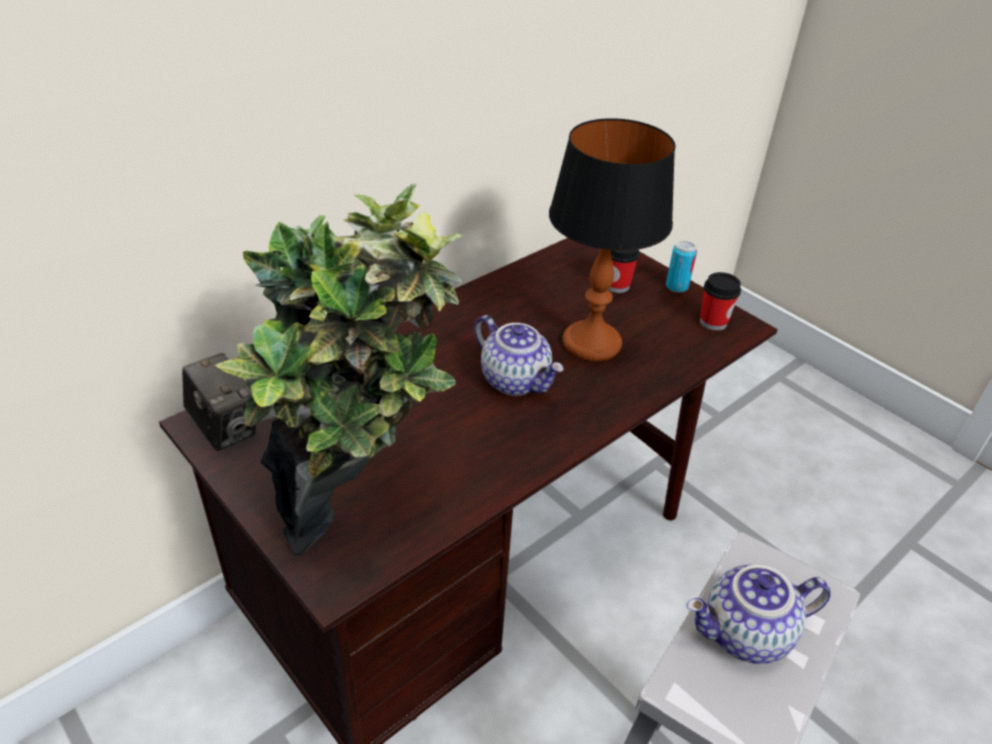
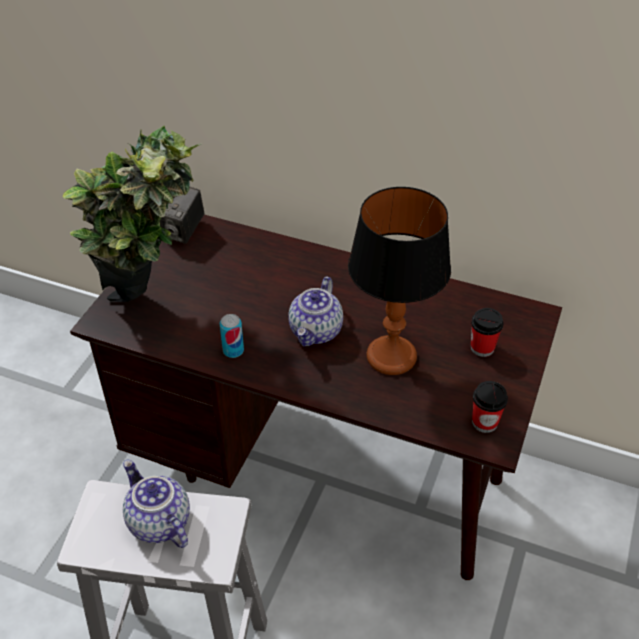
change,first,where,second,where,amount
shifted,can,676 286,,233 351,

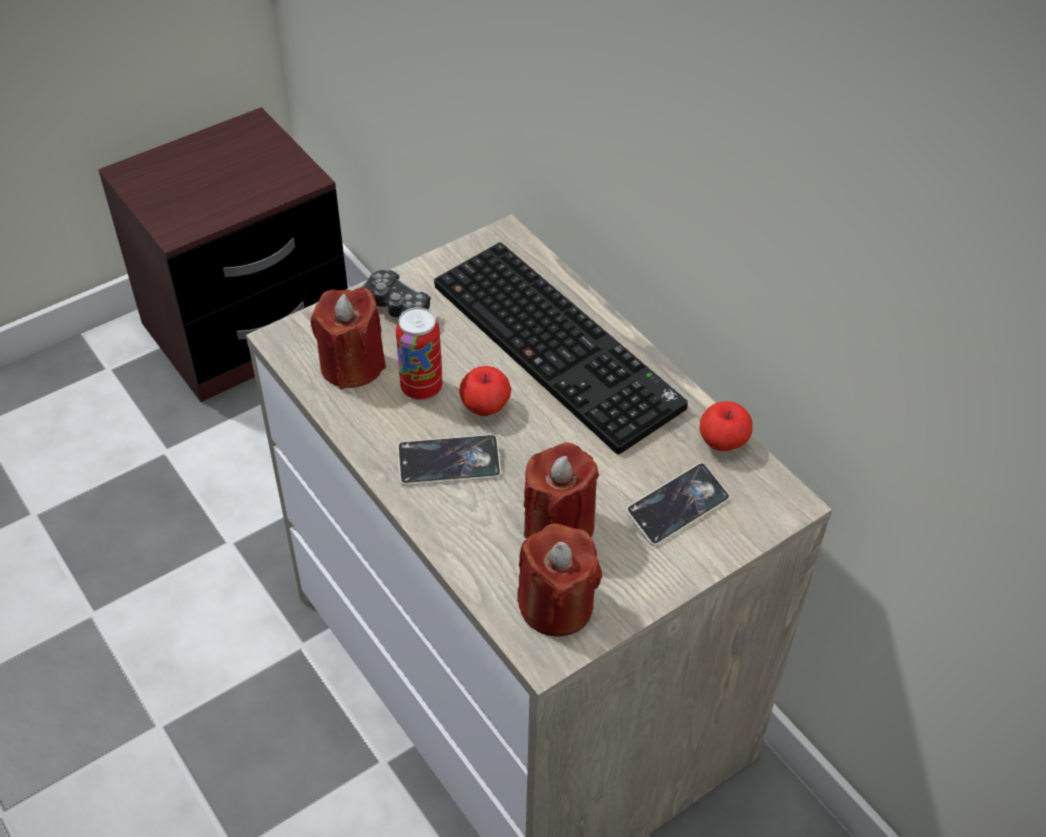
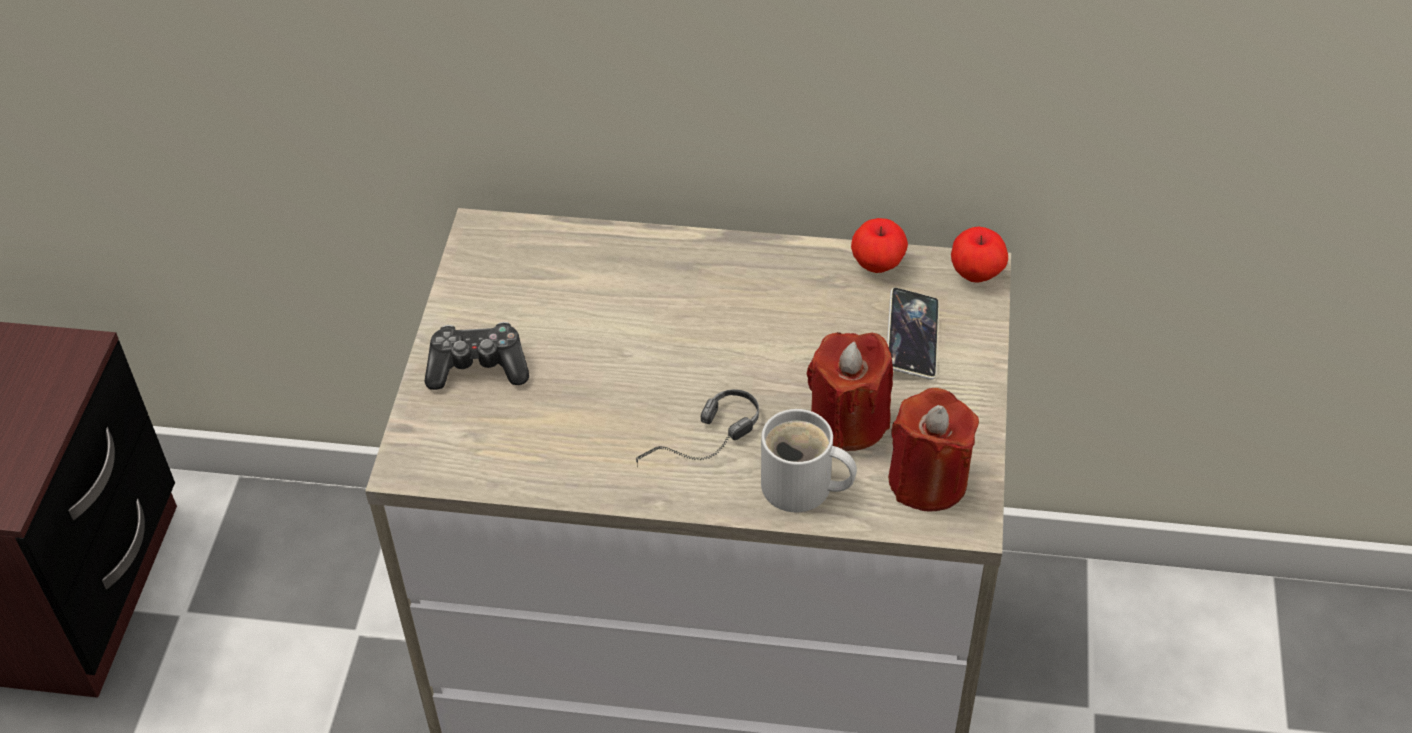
change,first,where,second,where,amount
swapped,phone,449 464,headset,702 448,
new,,,whitish tea mug,802 489,
shifted,apple fruit,485 408,,976 273,
gone,red wax candle,352 365,,,
gone,can,421 388,,,
gone,computer keyboard,561 346,,,

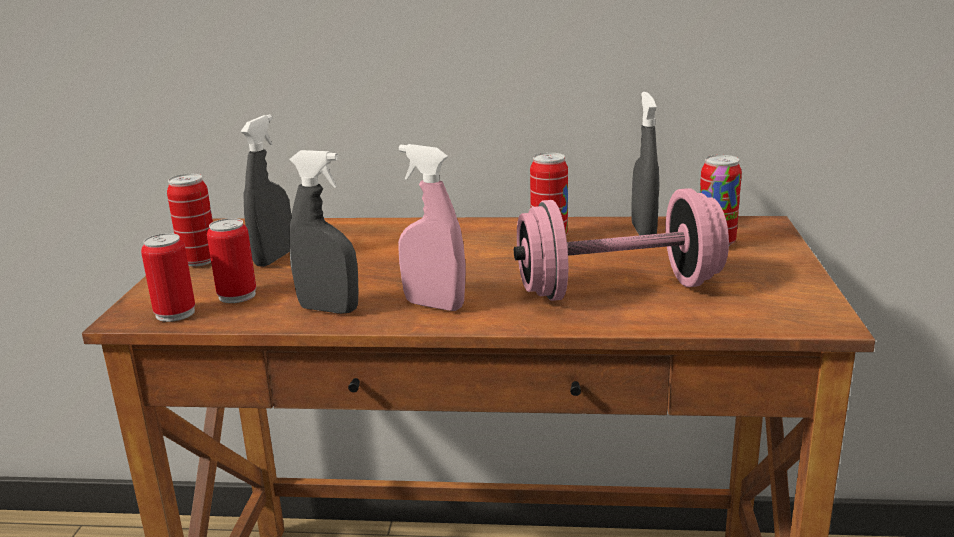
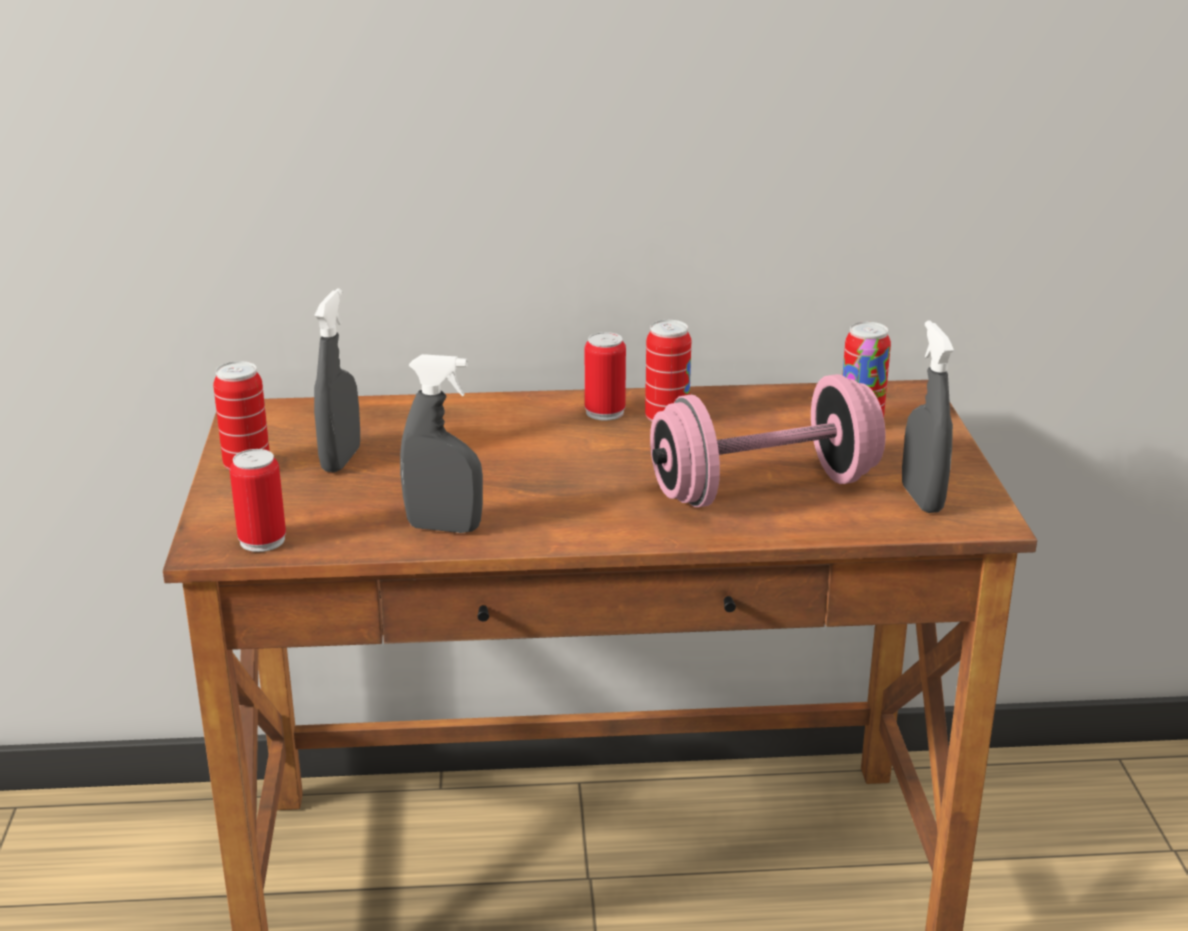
change,first,where,second,where,amount
shifted,can,237 295,,605 412,
shifted,gray spray bottle,643 231,,921 498,
gone,pink-coloured spray bottle,434 305,,,

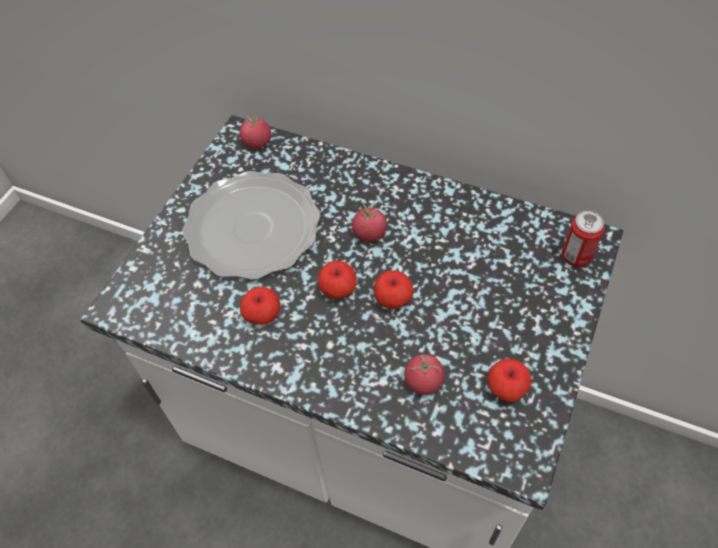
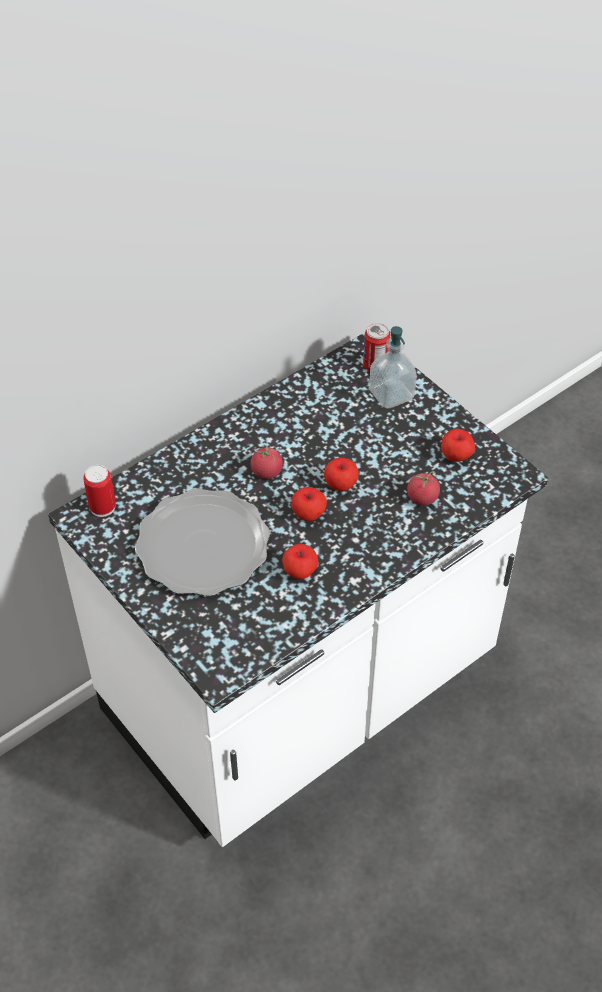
change,first,where,second,where,amount
swapped,fresh tomato,257 142,can,102 507,
new,,,soap dispenser,391 395,

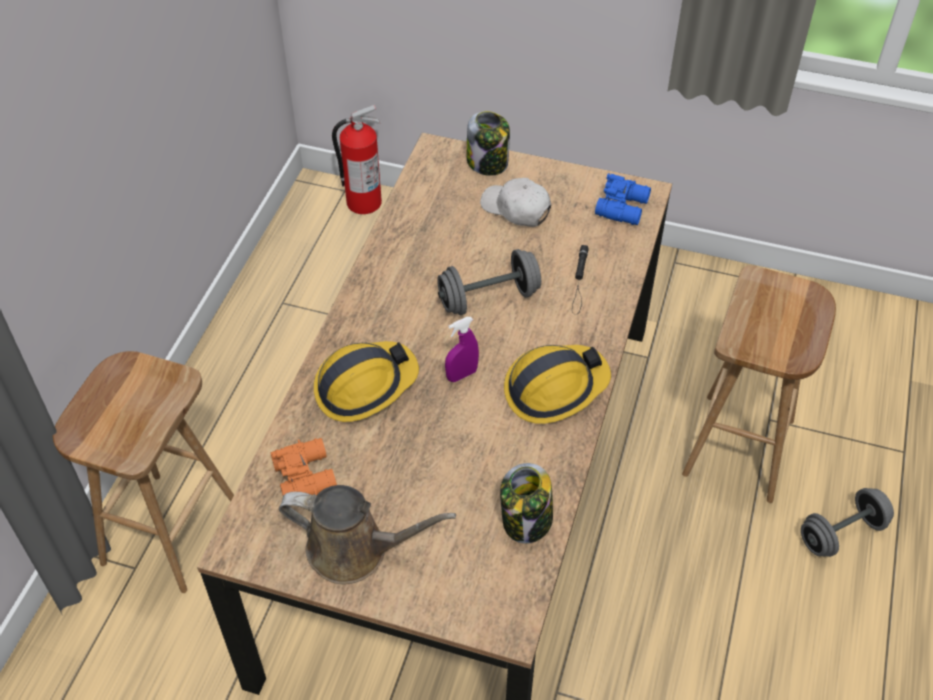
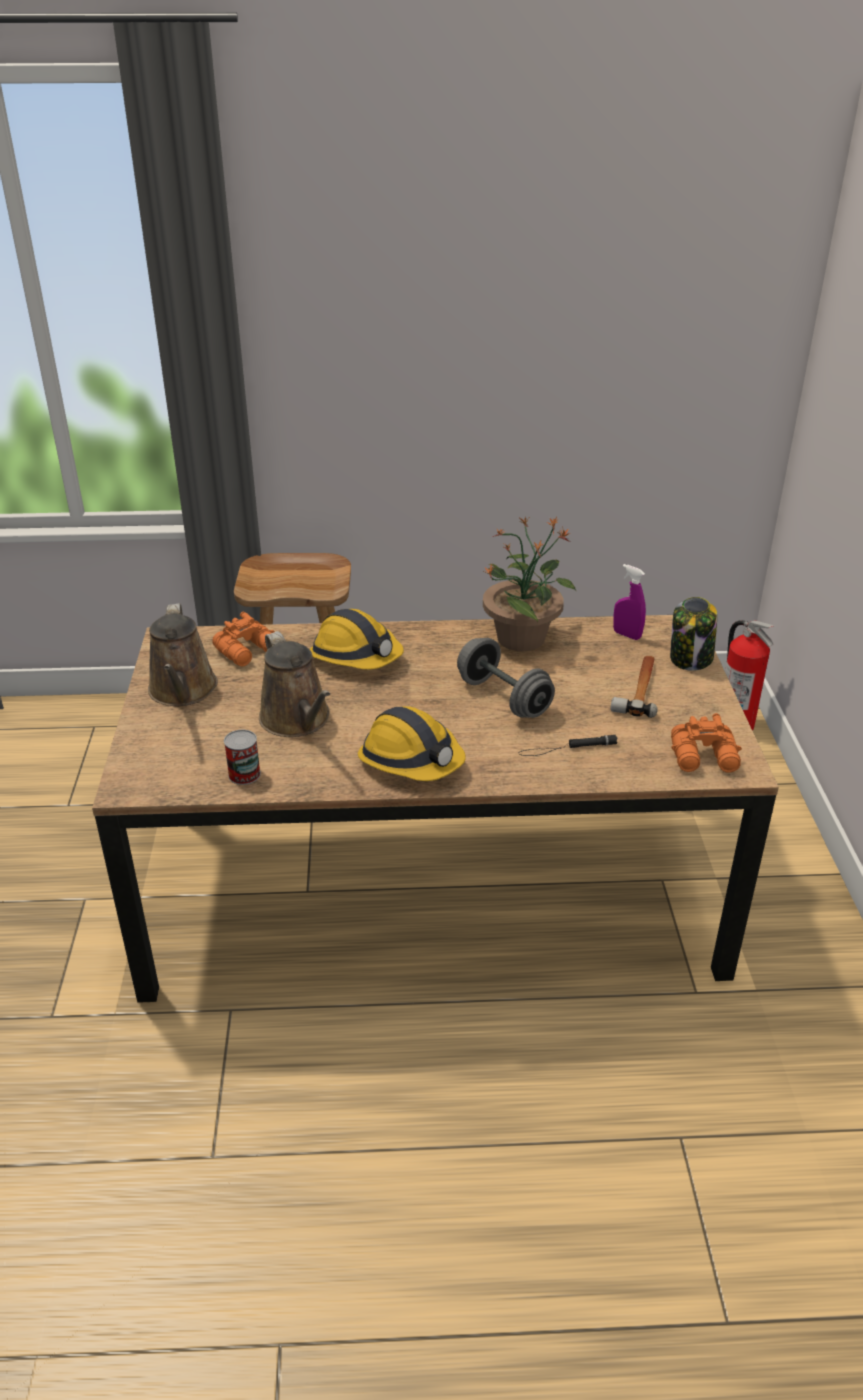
change,first,where,second,where,amount
swapped,storage jar,526 521,can,244 774,
new,,,brown sprinkling can,297 720,
new,,,plant in a pot,522 638,
swapped,whitish peaked cap,516 209,tool hammer,639 689,
shifted,purple spray bottle,461 375,,627 635,
repainted,bluish pair of binoculars,623 207,orangey pair of binoculars,705 758,
gone,brown stool,739 449,,,
gone,gray dumbbell,841 533,,,

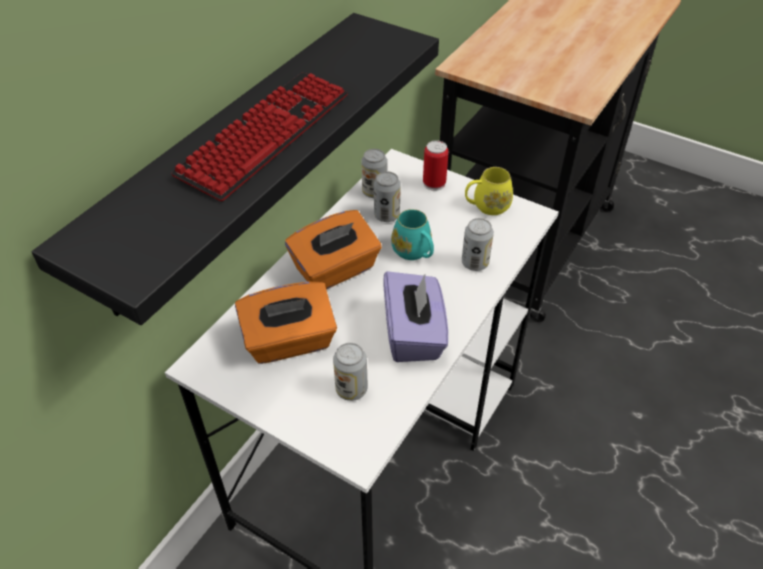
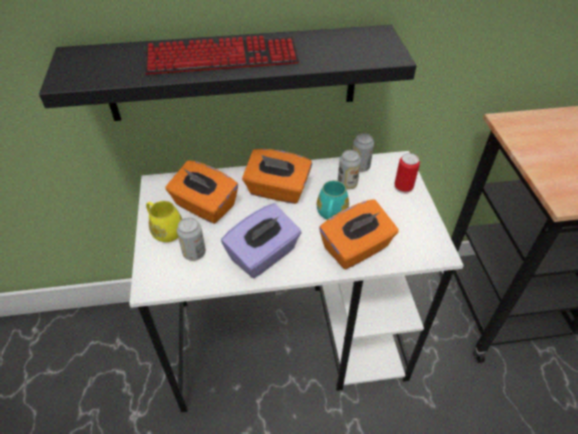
change,first,where,second,where,amount
shifted,yellowish tea mug,486 206,,165 230,
swapped,can,475 263,orangey tissue box,356 249,

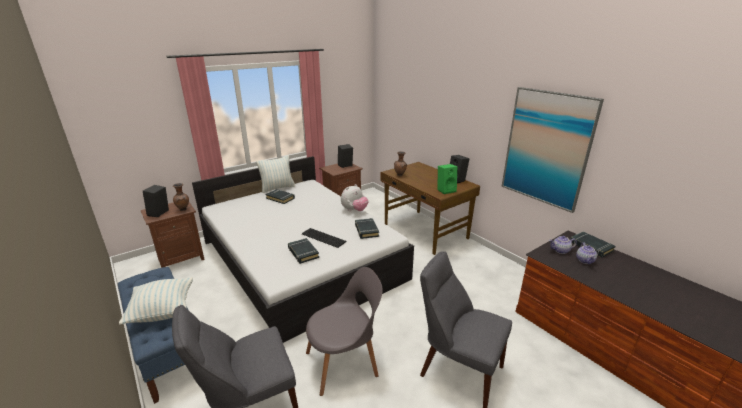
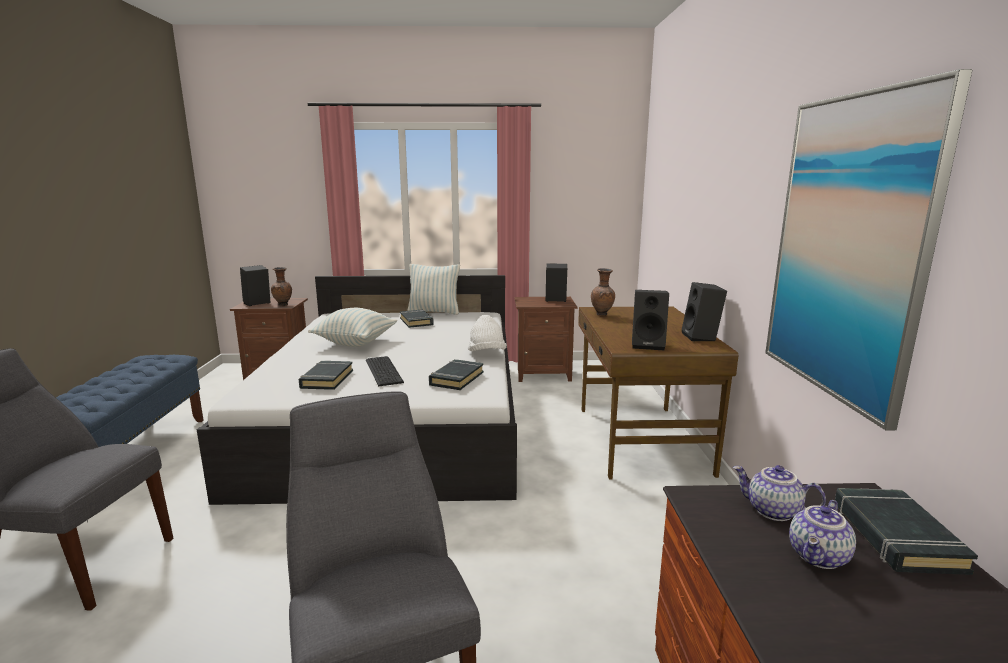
change,first,where,second,where,amount
shifted,pillow,162 311,,355 343,
swapped,soft toy,354 210,whitish hat,486 353,
repainted,greenish audio speaker,446 190,black audio speaker,649 345,
gone,gray plain chair,344 363,,,

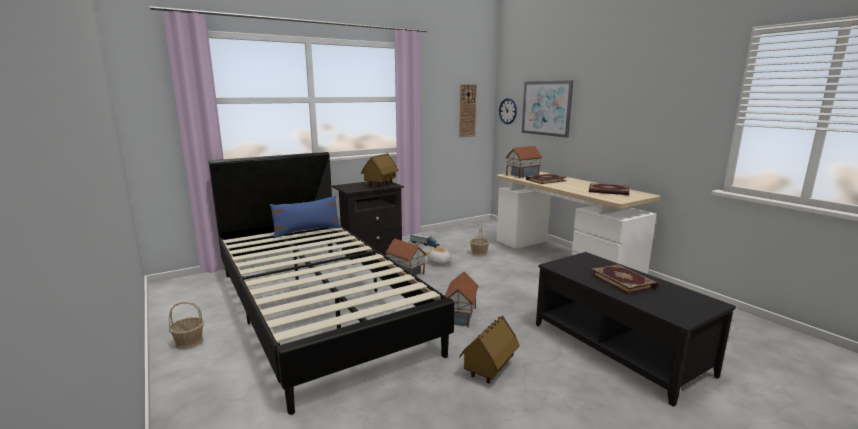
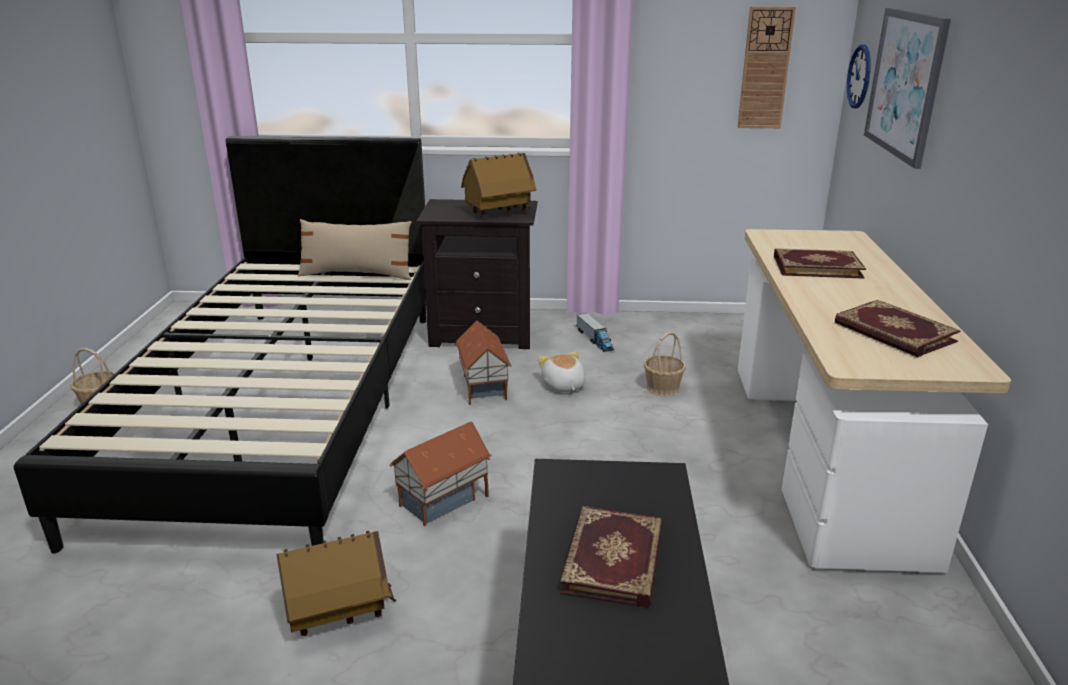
change,first,where,second,where,amount
repainted,bluish pillow,307 231,beige-coloured pillow,357 274,
gone,model house,522 175,,,

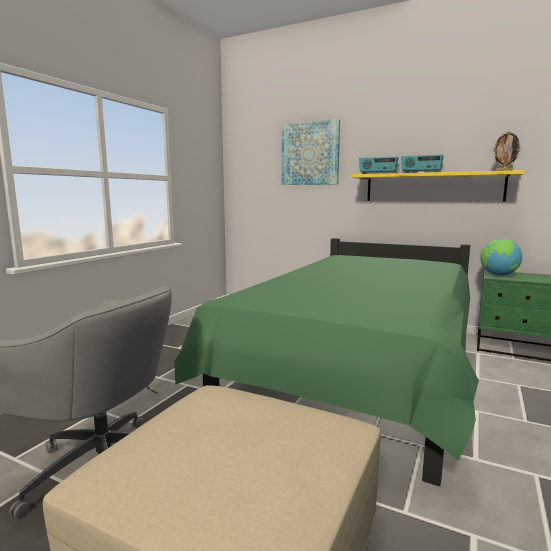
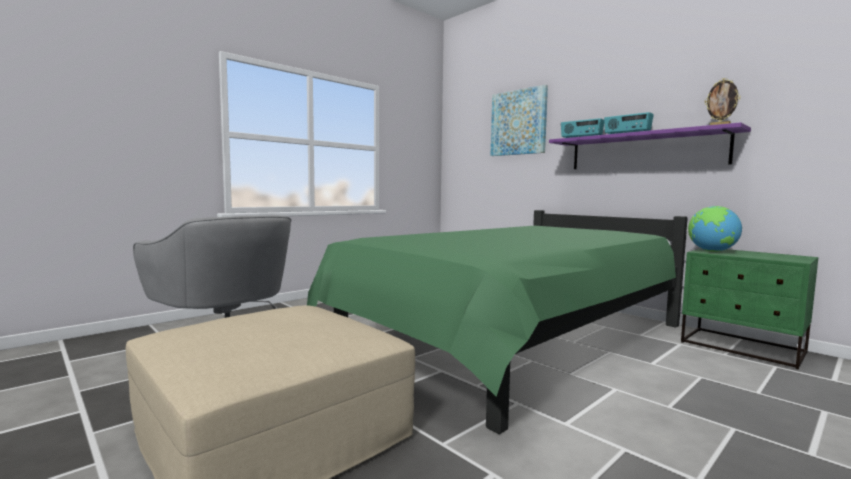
change,first,where,second,where,amount
repainted,yellowish shelf,432 187,purple shelf,644 151,

